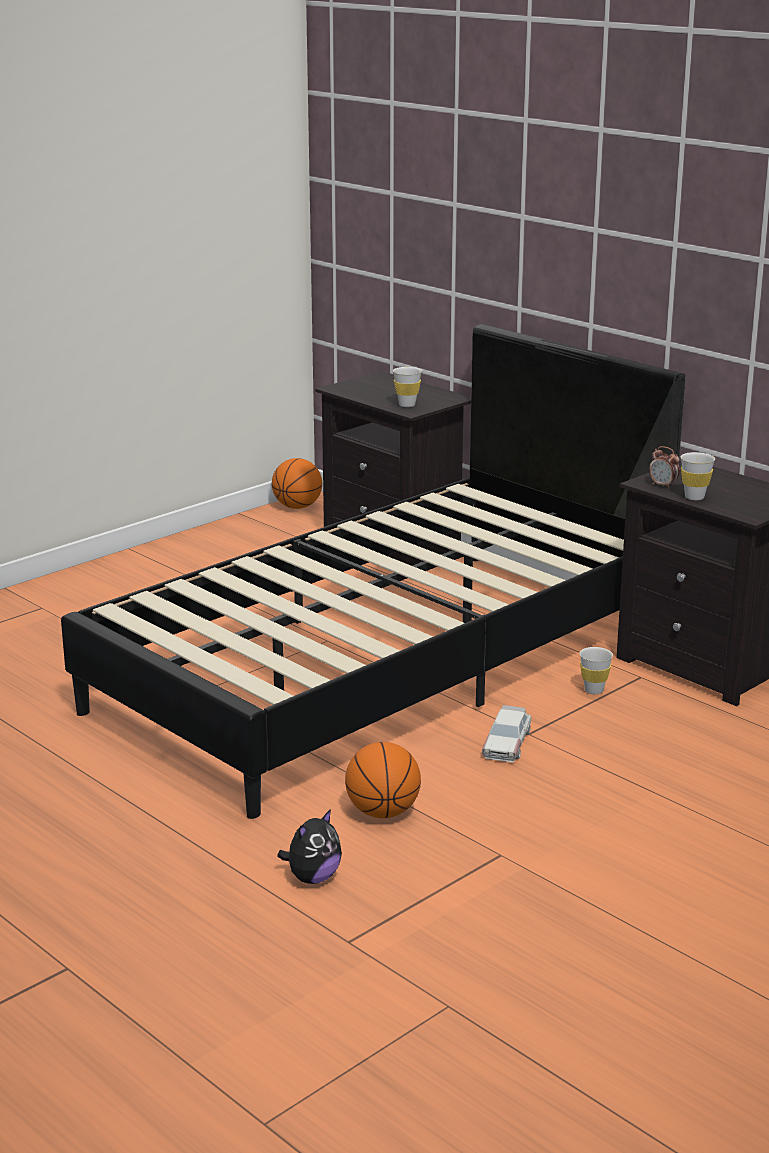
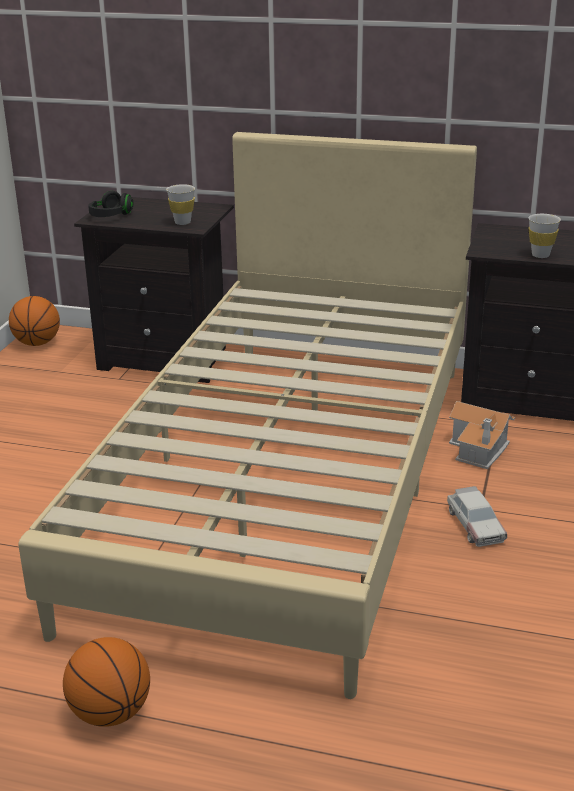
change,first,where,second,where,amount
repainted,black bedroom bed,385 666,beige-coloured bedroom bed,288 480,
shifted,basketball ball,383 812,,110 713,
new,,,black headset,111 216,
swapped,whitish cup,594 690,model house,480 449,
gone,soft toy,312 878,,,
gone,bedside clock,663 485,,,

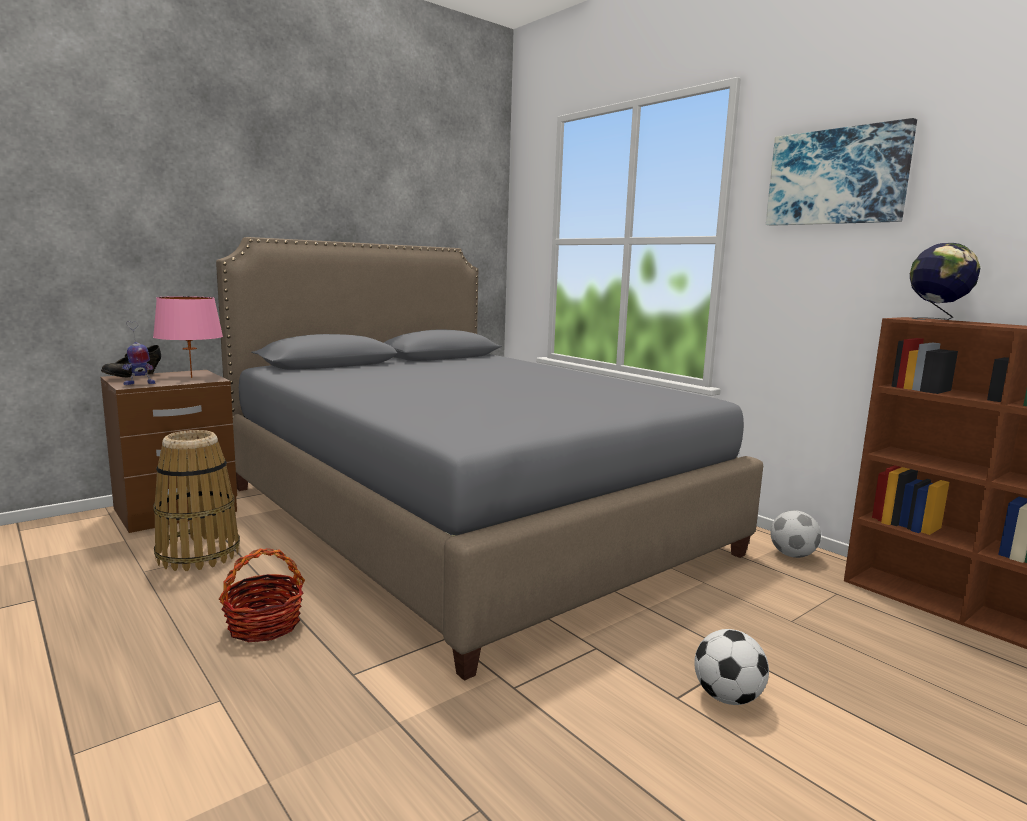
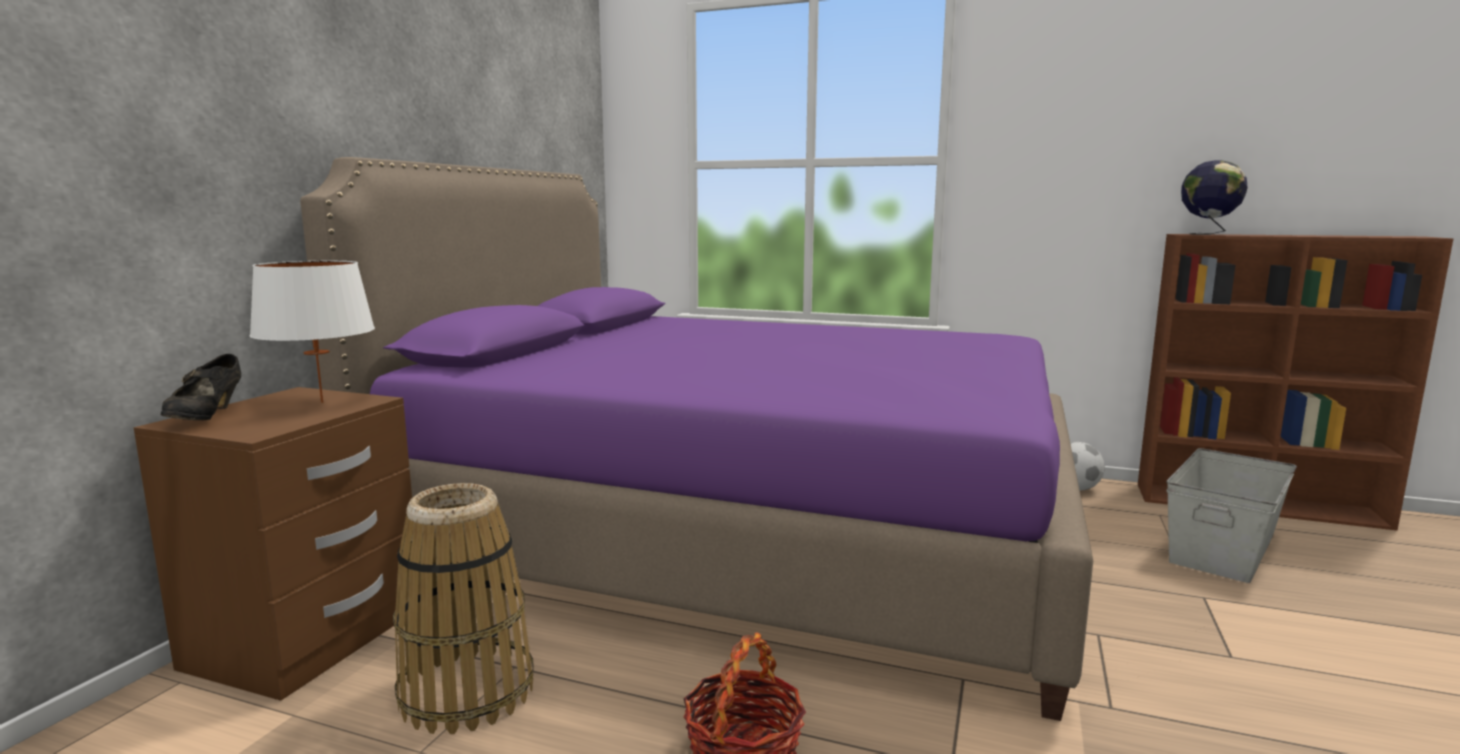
change,first,where,second,where,amount
repainted,pink-coloured tabletop lamp,191 377,whitish tabletop lamp,322 402,
repainted,gray bedroom bed,464 519,purple bedroom bed,739 534,
new,,,gray storage box,1224 548,
gone,robot figure,139 384,,,
gone,ball for football,727 697,,,
gone,picture,837 177,,,

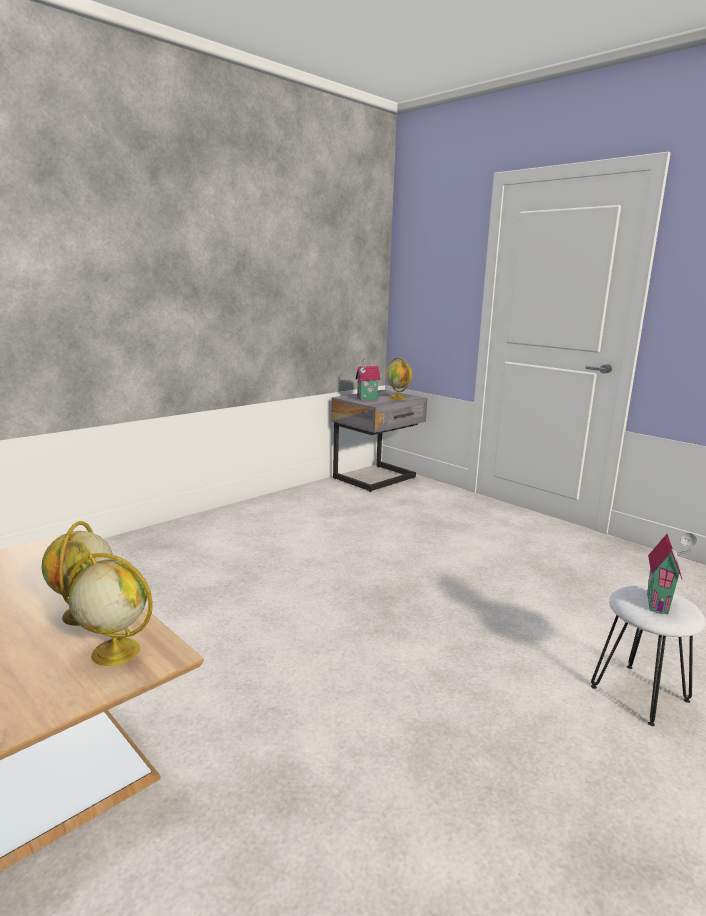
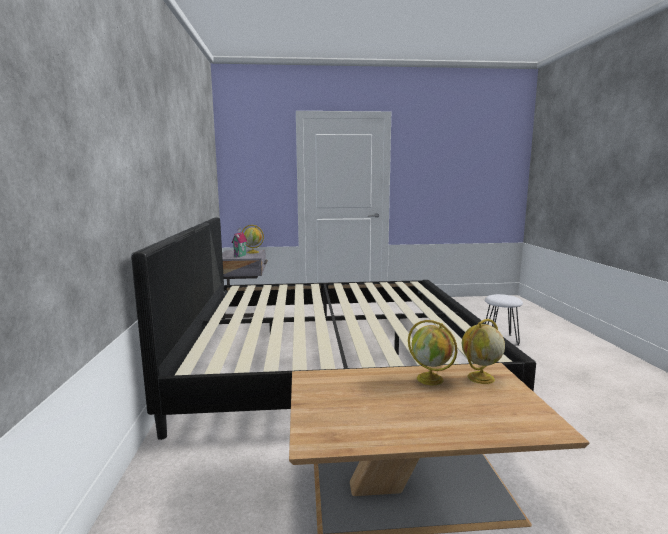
change,first,where,second,where,amount
new,,,bedroom bed,332 358,
gone,model house,660 604,,,

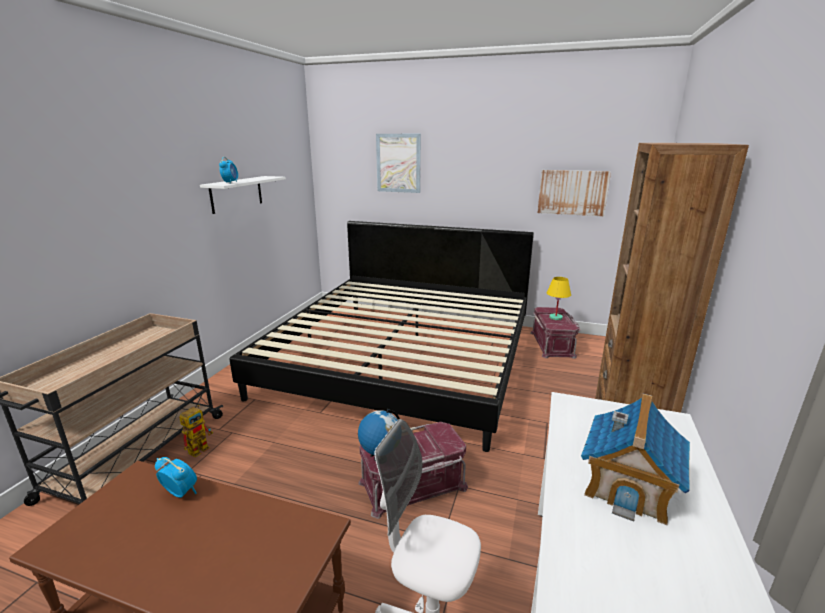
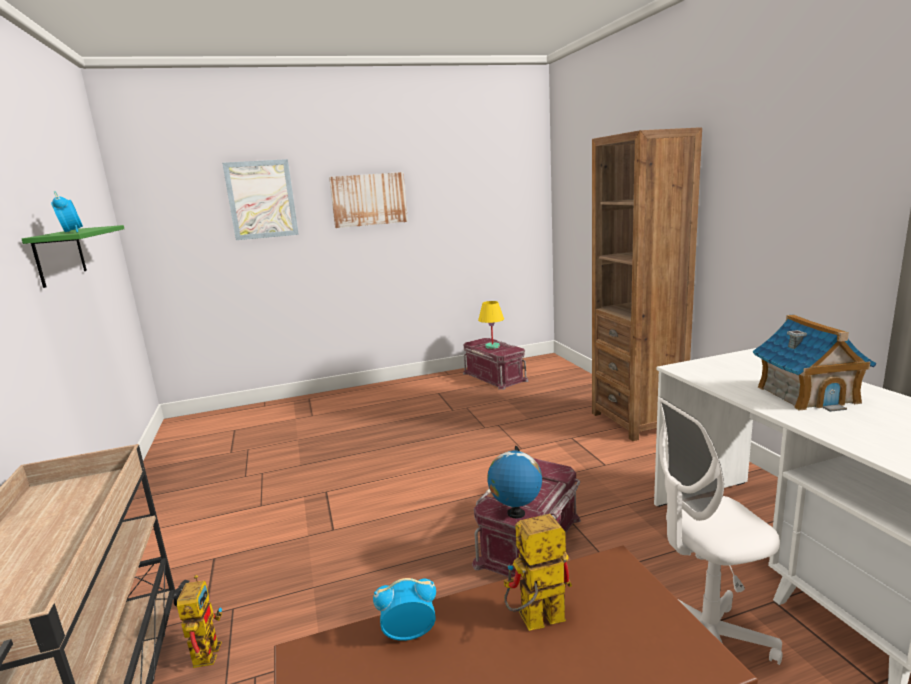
change,first,where,second,where,amount
repainted,whitish shelf,236 194,greenish shelf,60 255,
shifted,picture,572 192,,369 200,
new,,,robot figure,534 623,
gone,bedroom bed,403 358,,,

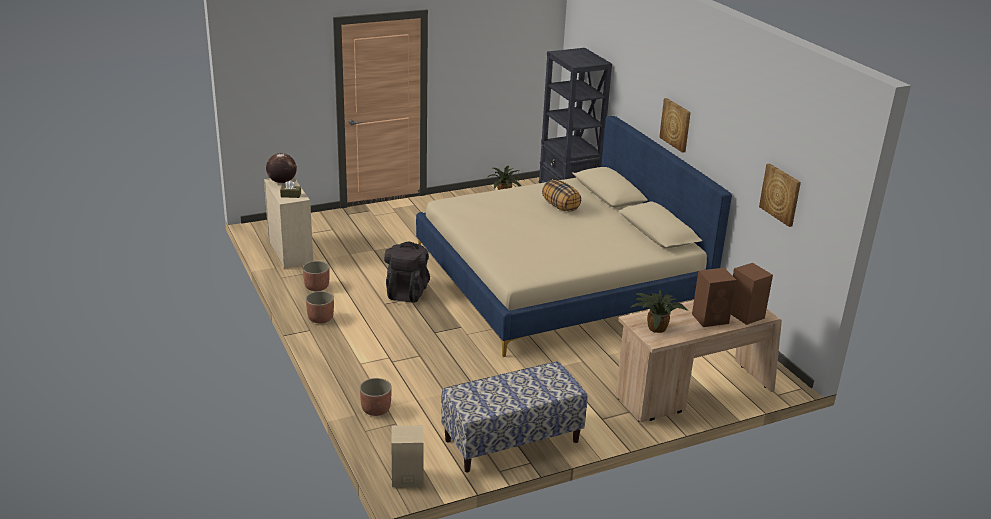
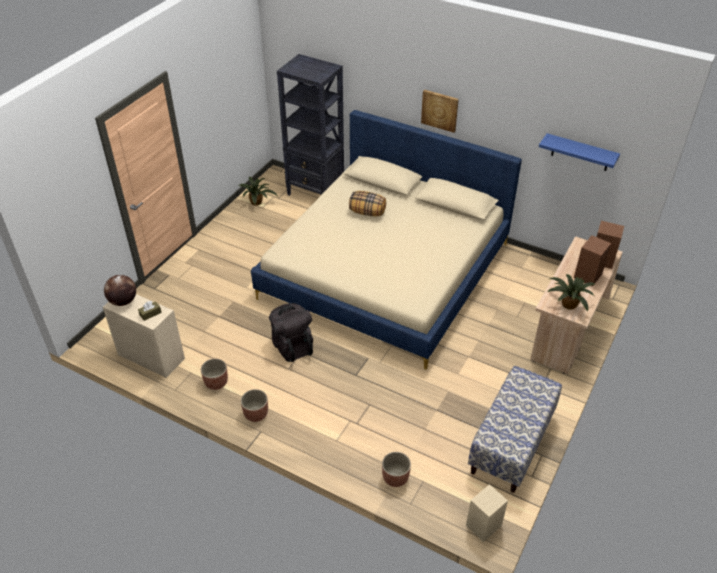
change,first,where,second,where,amount
swapped,picture,781 194,bluish shelf,580 153,

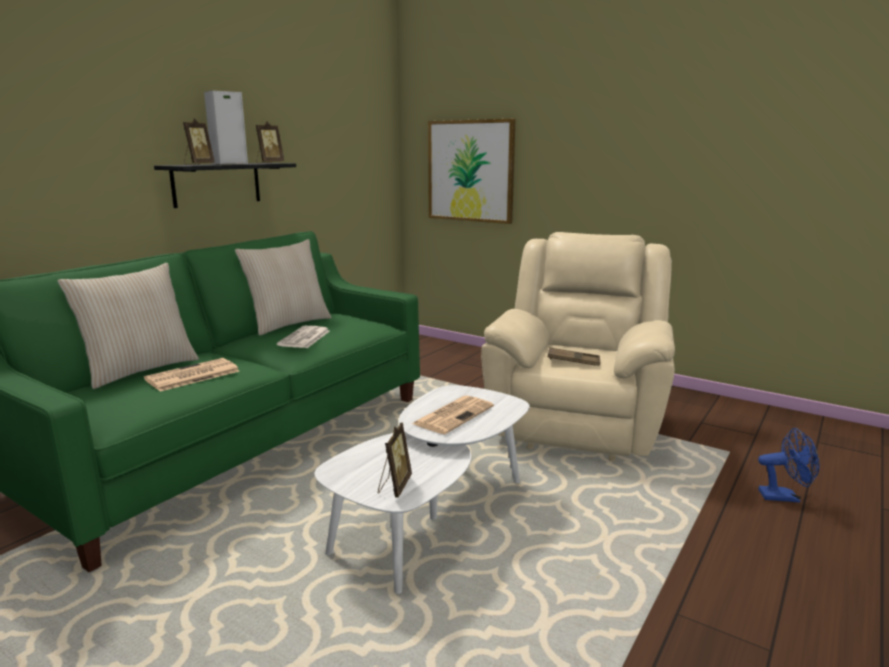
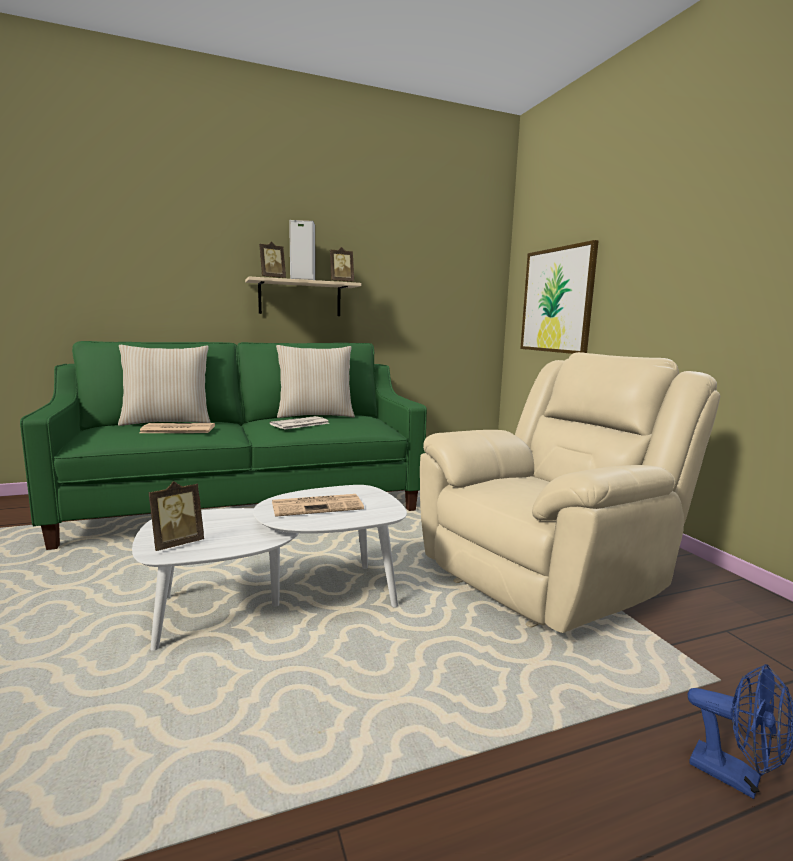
change,first,where,second,where,amount
repainted,black shelf,217 184,beige-coloured shelf,300 298,
gone,brown carrying tray,573 361,,,

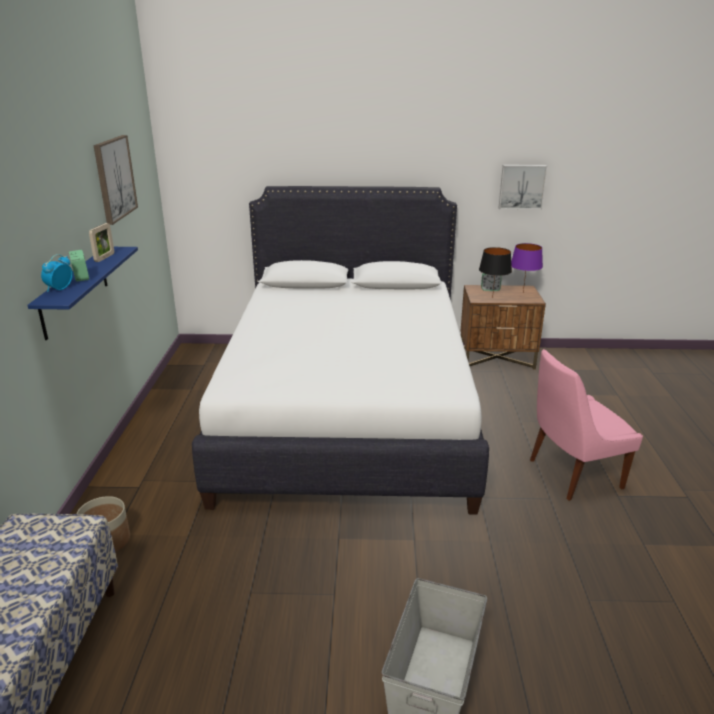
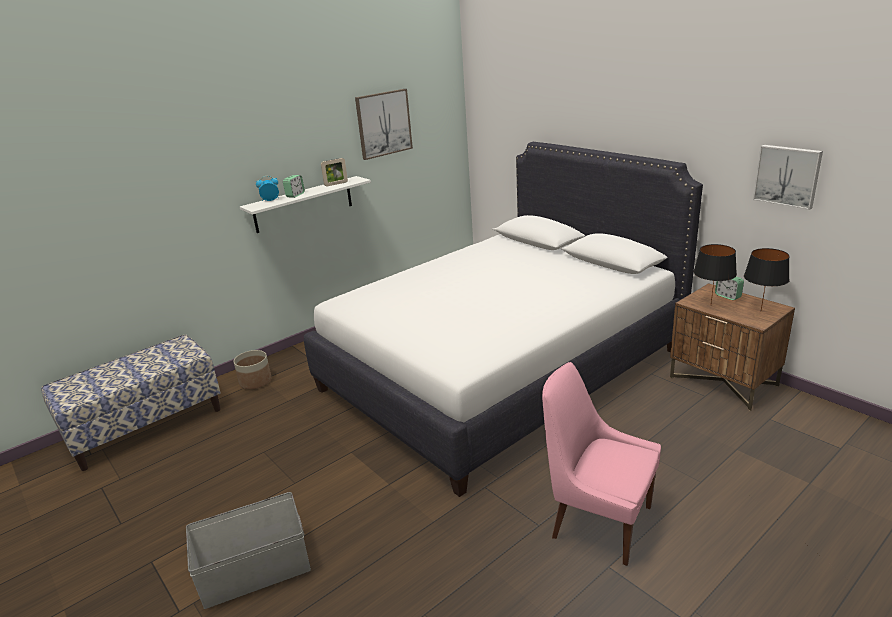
change,first,where,second,where,amount
repainted,bluish shelf,75 291,whitish shelf,303 204,
repainted,purple tabletop lamp,523 292,black tabletop lamp,761 311,

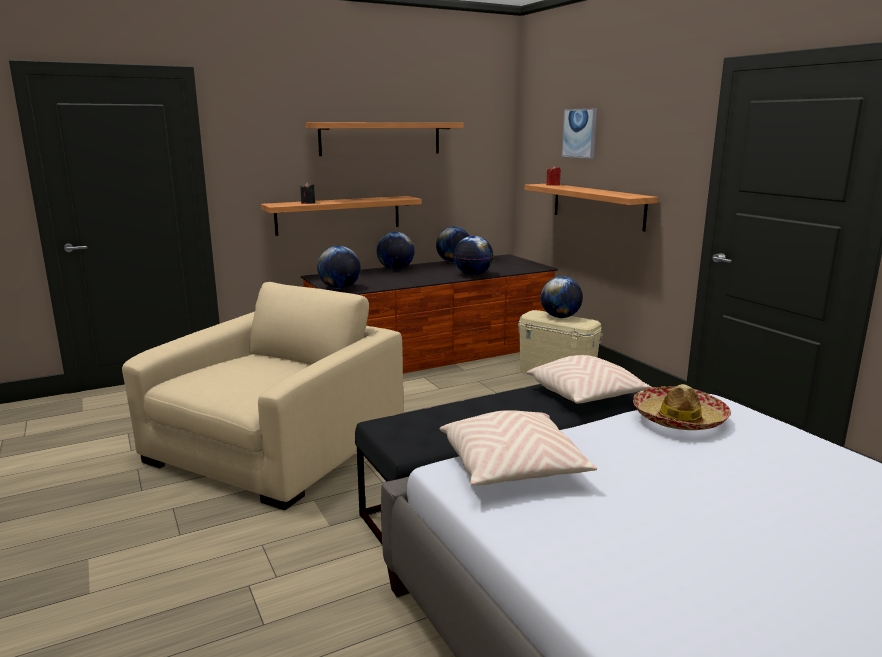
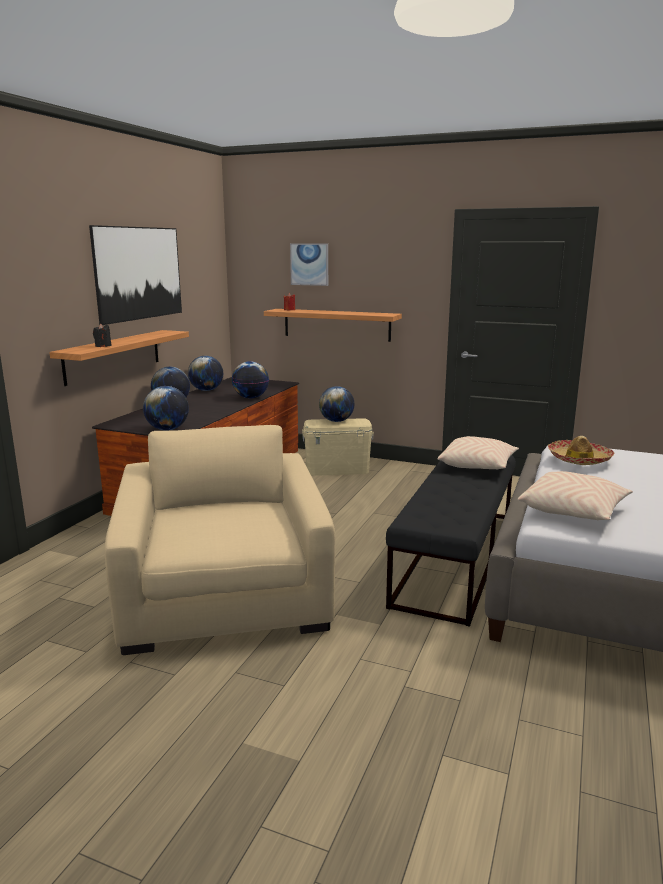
change,first,where,second,where,amount
swapped,shelf,380 138,picture,139 273,

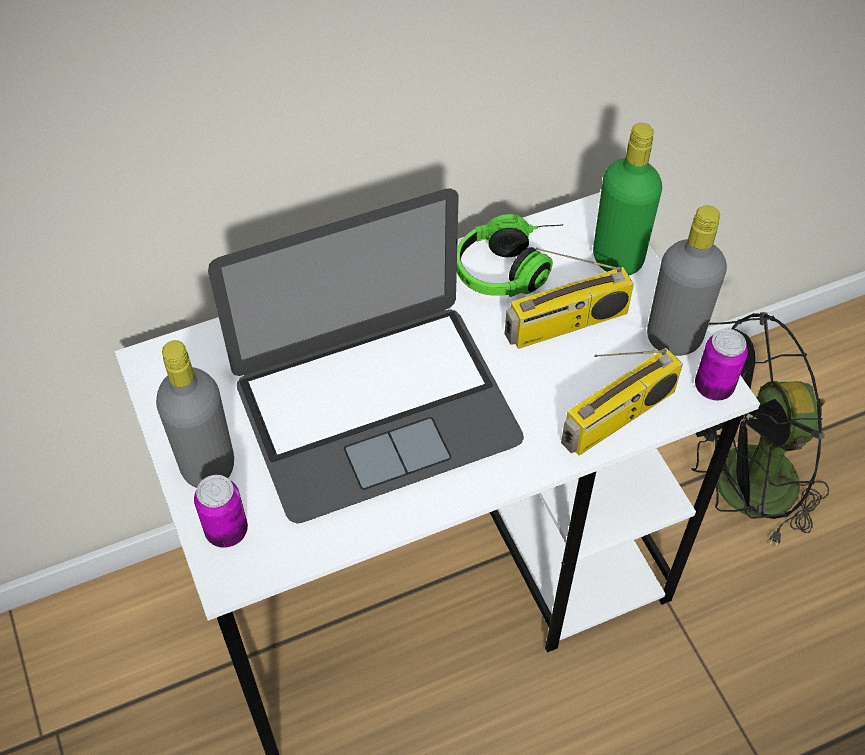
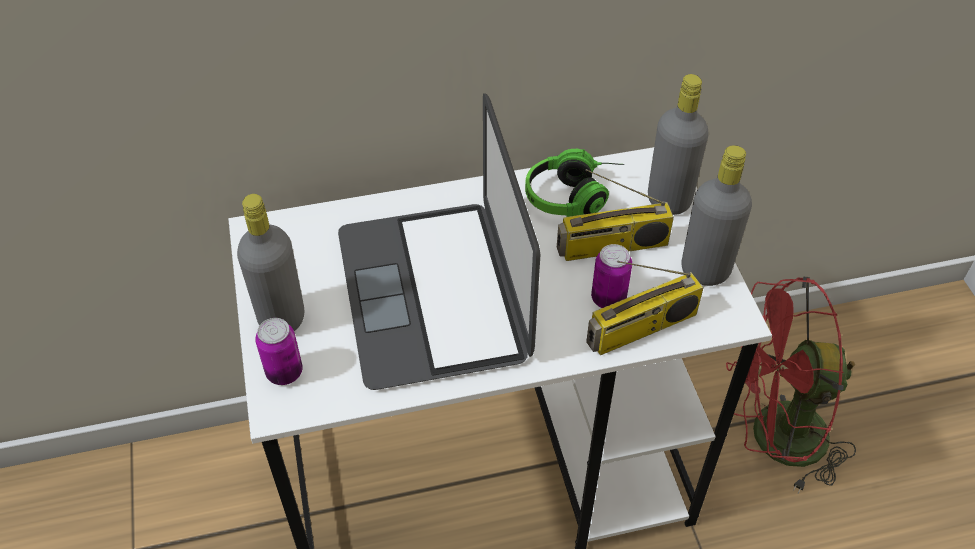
change,first,where,second,where,amount
rotated,laptop,376 409,,433 293,90 degrees clockwise
shifted,can,713 387,,608 299,
repainted,greenish beverage bottle,617 259,gray beverage bottle,669 200,
repainted,black fan,738 489,red fan,772 438,

